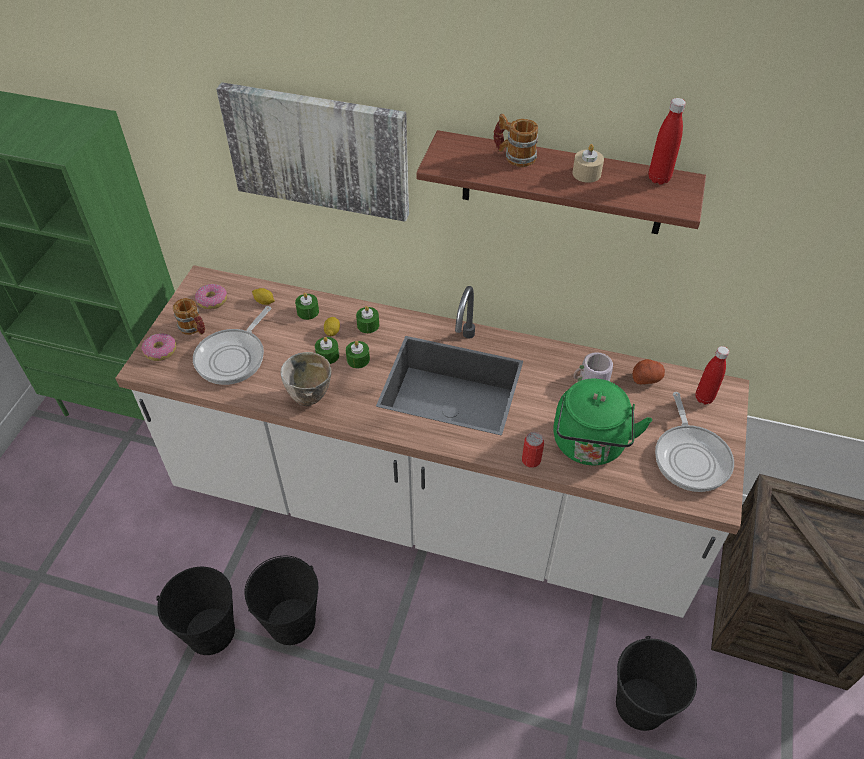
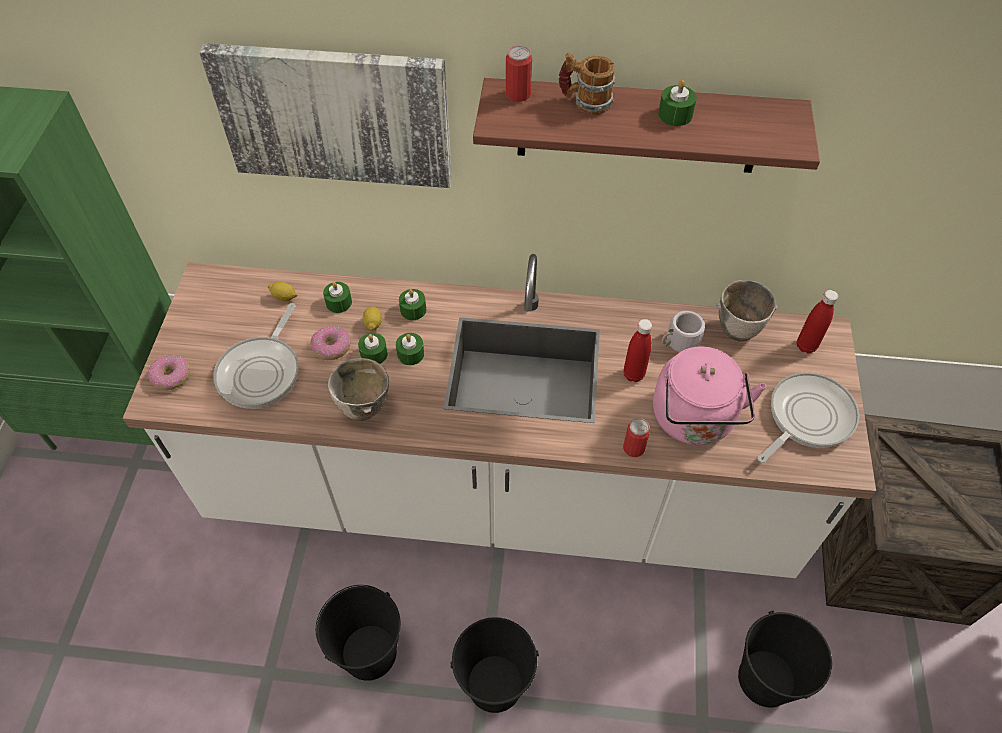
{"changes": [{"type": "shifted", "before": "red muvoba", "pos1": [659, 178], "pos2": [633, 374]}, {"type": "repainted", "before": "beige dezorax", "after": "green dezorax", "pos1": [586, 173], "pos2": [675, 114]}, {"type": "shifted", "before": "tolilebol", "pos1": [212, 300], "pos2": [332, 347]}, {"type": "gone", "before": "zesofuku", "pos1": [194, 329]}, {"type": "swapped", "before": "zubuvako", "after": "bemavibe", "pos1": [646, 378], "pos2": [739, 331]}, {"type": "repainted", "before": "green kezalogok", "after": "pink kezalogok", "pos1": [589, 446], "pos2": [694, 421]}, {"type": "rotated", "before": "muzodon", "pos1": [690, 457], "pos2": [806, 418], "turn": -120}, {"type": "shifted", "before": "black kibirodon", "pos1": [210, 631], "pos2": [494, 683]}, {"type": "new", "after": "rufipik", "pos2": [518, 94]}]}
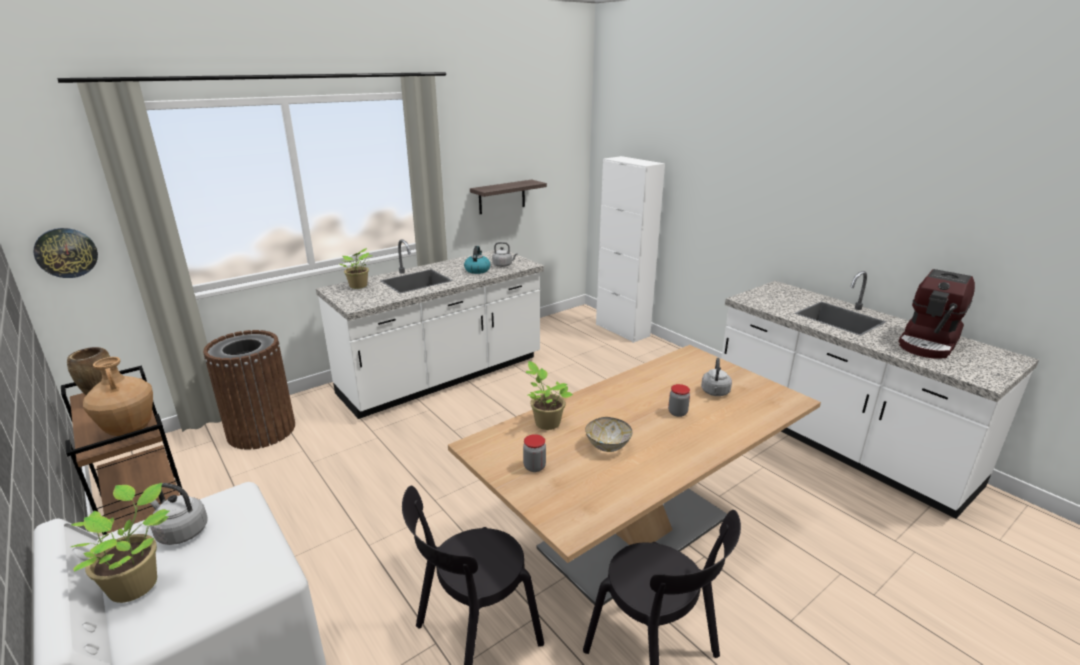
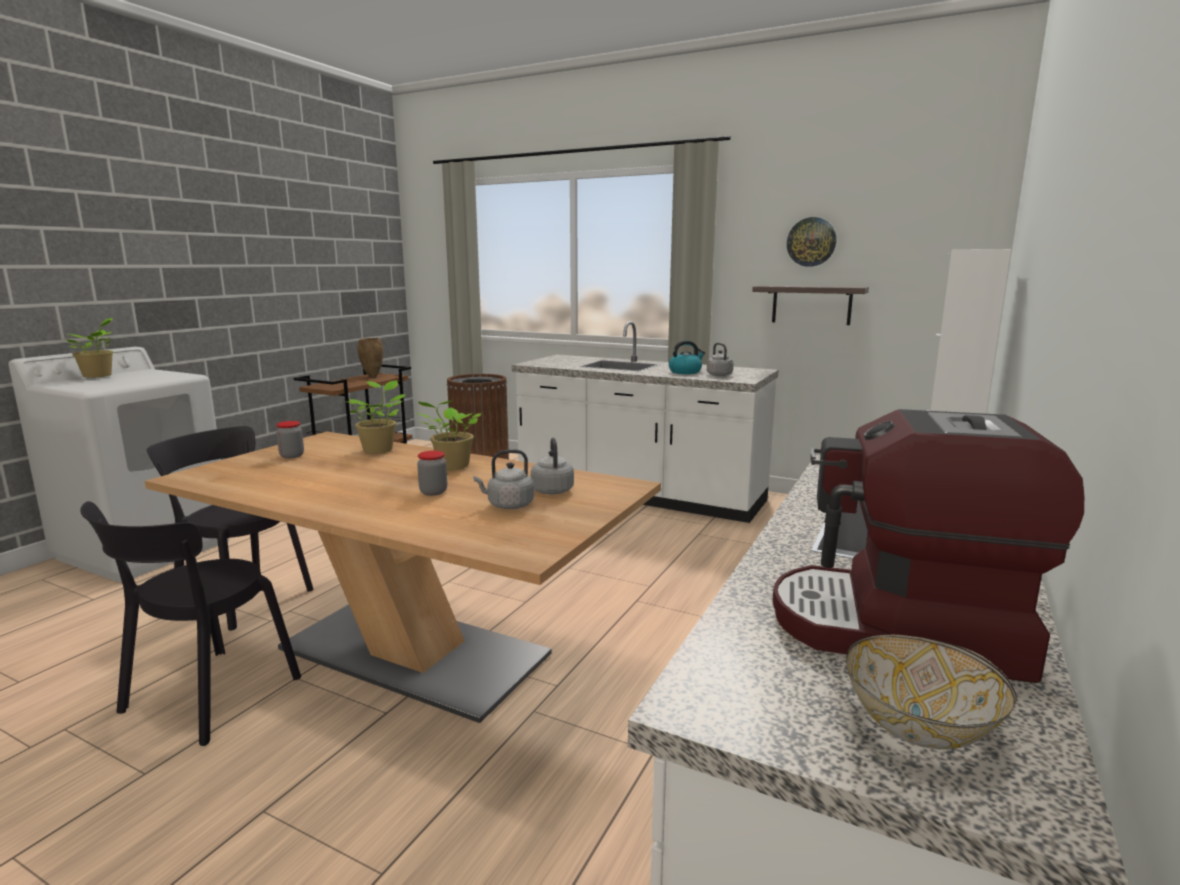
{"changes": [{"type": "shifted", "before": "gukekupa", "pos1": [66, 252], "pos2": [811, 242]}, {"type": "shifted", "before": "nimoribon", "pos1": [359, 286], "pos2": [451, 466]}, {"type": "gone", "before": "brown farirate", "pos1": [130, 430]}, {"type": "shifted", "before": "bemavibe", "pos1": [608, 446], "pos2": [921, 728]}, {"type": "shifted", "before": "grey kezalogok", "pos1": [180, 532], "pos2": [552, 490]}]}
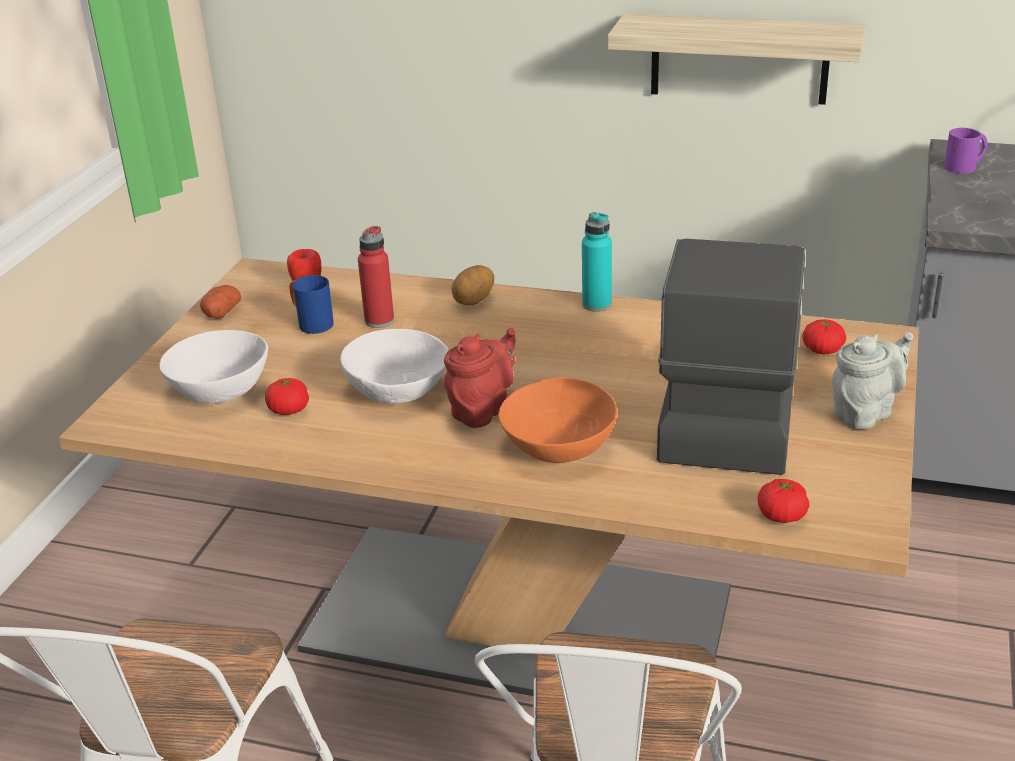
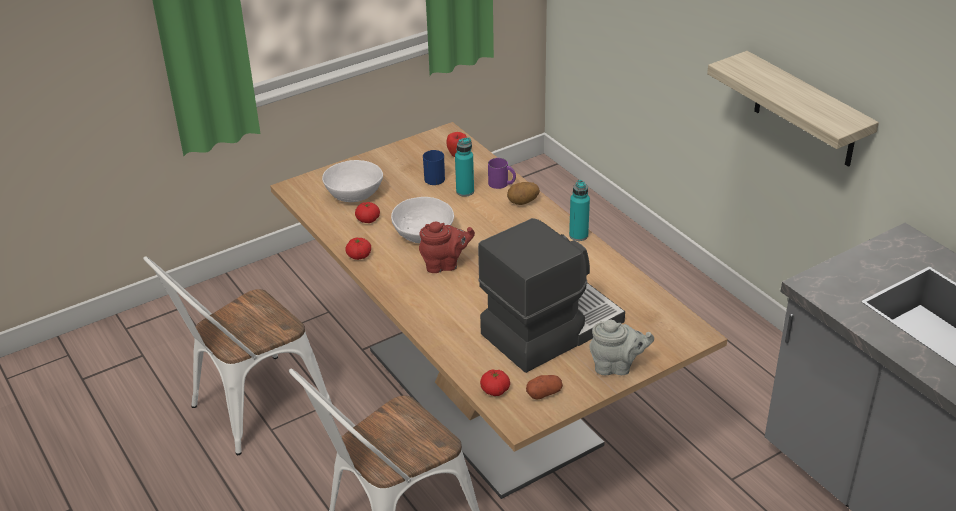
{"changes": [{"type": "shifted", "before": "purple zesofuku", "pos1": [965, 166], "pos2": [502, 184]}, {"type": "repainted", "before": "red muvoba", "after": "turquoise muvoba", "pos1": [379, 321], "pos2": [465, 191]}, {"type": "shifted", "before": "zubuvako", "pos1": [222, 312], "pos2": [544, 393]}, {"type": "shifted", "before": "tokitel", "pos1": [822, 350], "pos2": [359, 256]}, {"type": "gone", "before": "orange bemavibe", "pos1": [558, 447]}]}
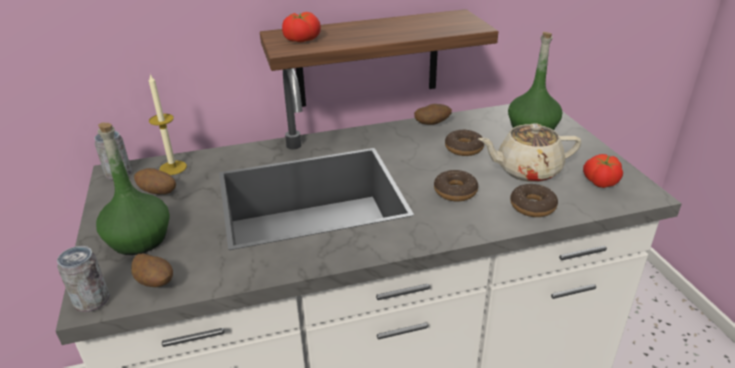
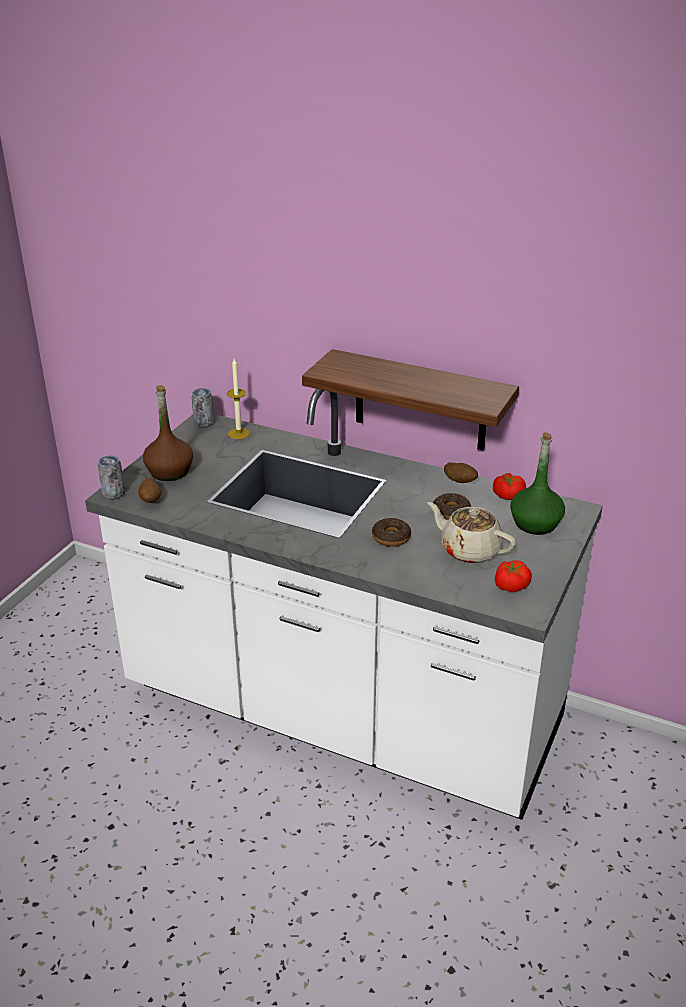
{"changes": [{"type": "shifted", "before": "tokitel", "pos1": [301, 39], "pos2": [508, 495]}, {"type": "repainted", "before": "green muvoba", "after": "brown muvoba", "pos1": [139, 239], "pos2": [170, 471]}, {"type": "gone", "before": "zubuvako", "pos1": [158, 193]}, {"type": "gone", "before": "tolilebol", "pos1": [532, 206]}]}
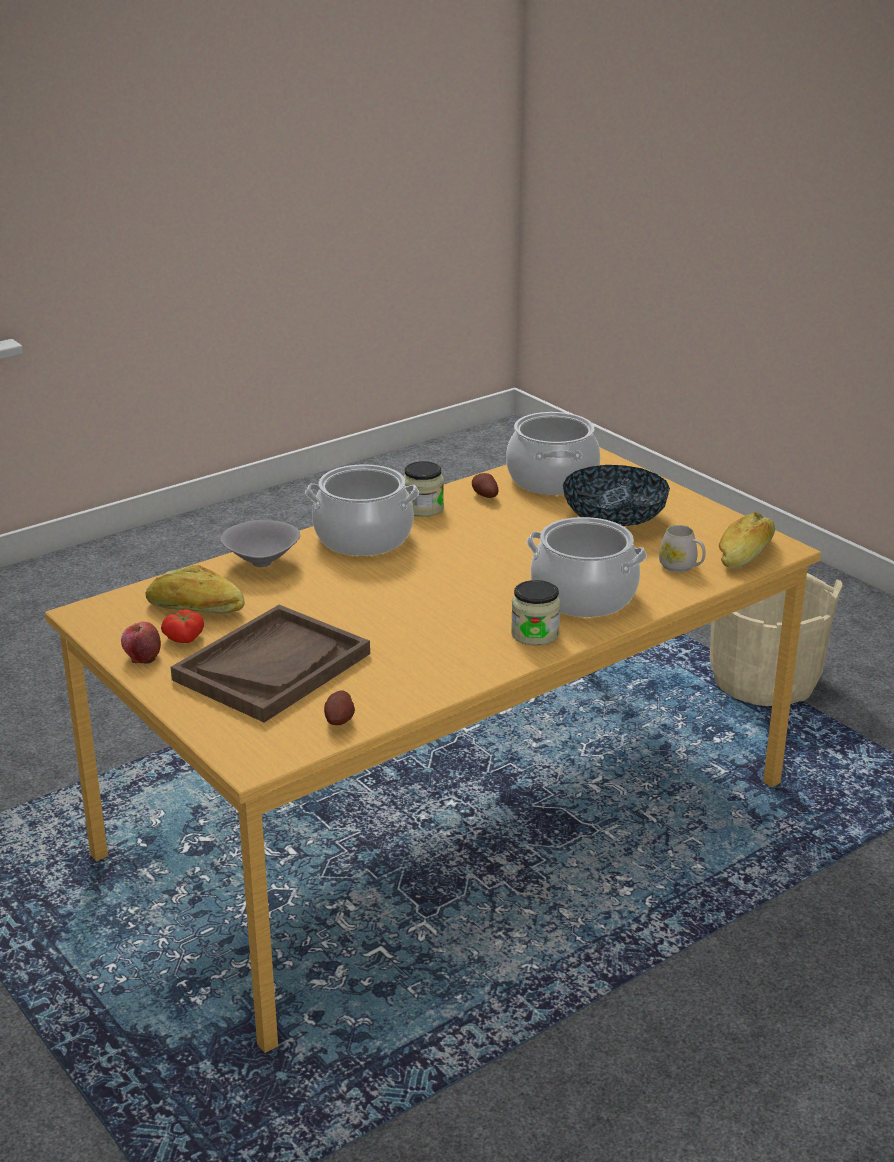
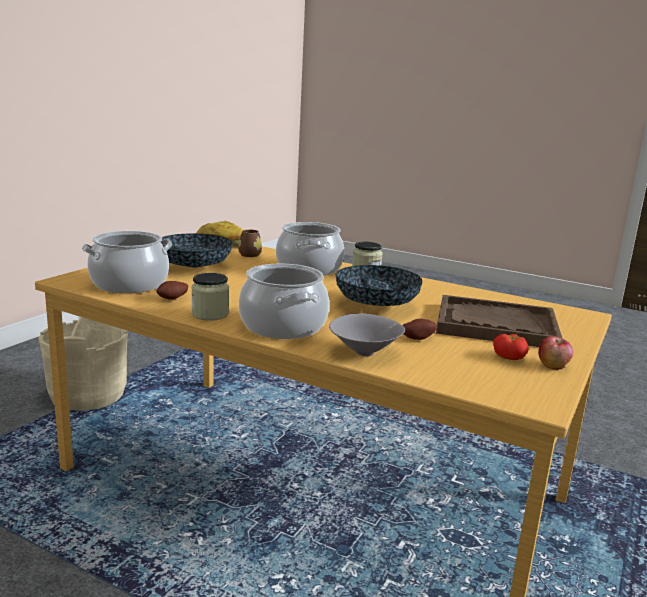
{"changes": [{"type": "repainted", "before": "white zesofuku", "after": "brown zesofuku", "pos1": [681, 567], "pos2": [251, 254]}, {"type": "gone", "before": "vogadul", "pos1": [196, 608]}, {"type": "shifted", "before": "zubuvako", "pos1": [340, 720], "pos2": [417, 338]}, {"type": "new", "after": "bemavibe", "pos2": [376, 305]}]}
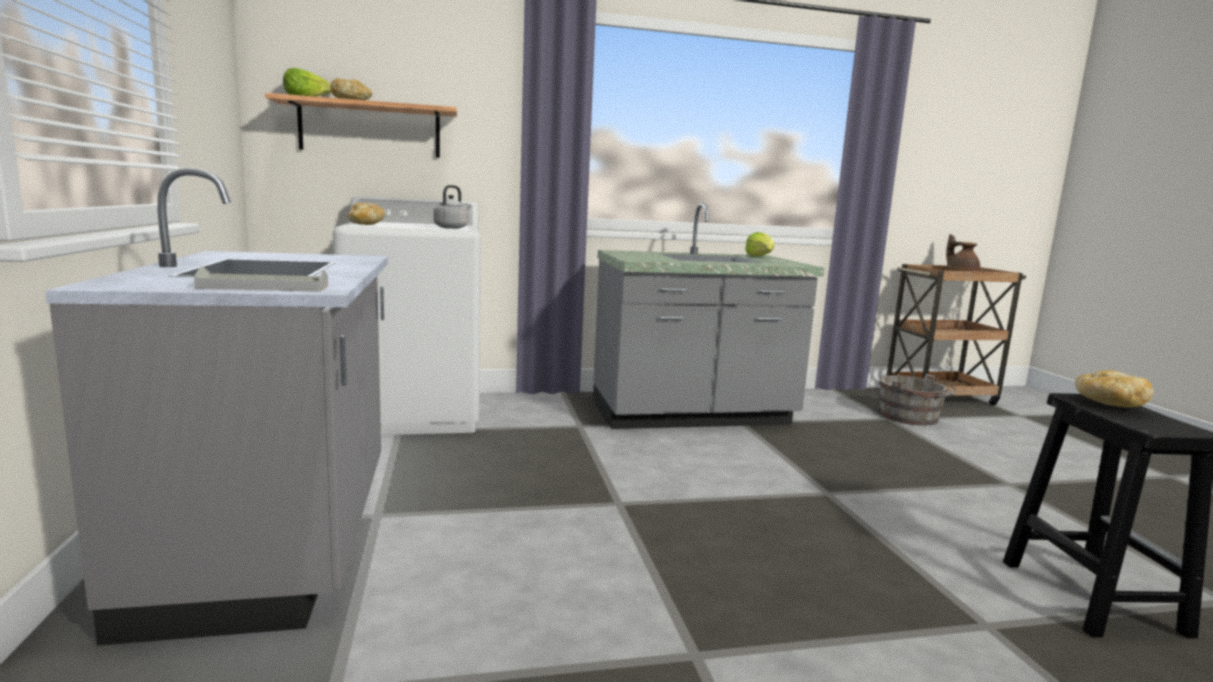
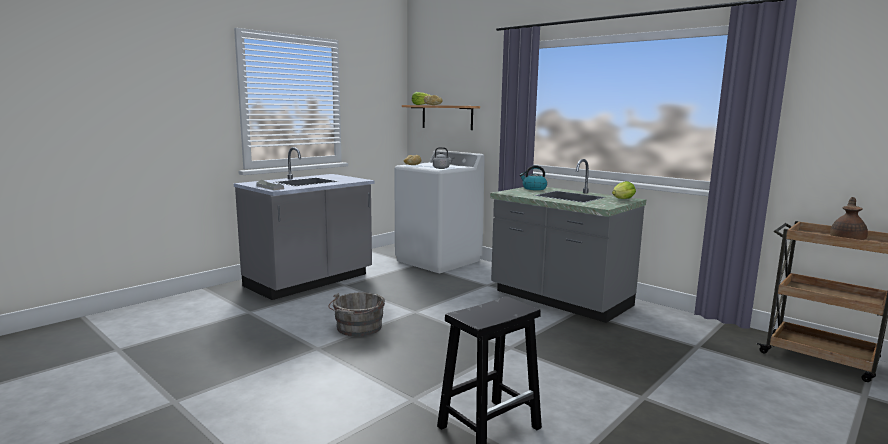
{"changes": [{"type": "gone", "before": "vogadul", "pos1": [1107, 403]}, {"type": "shifted", "before": "grey kibirodon", "pos1": [912, 417], "pos2": [358, 328]}, {"type": "new", "after": "kezalogok", "pos2": [534, 188]}]}
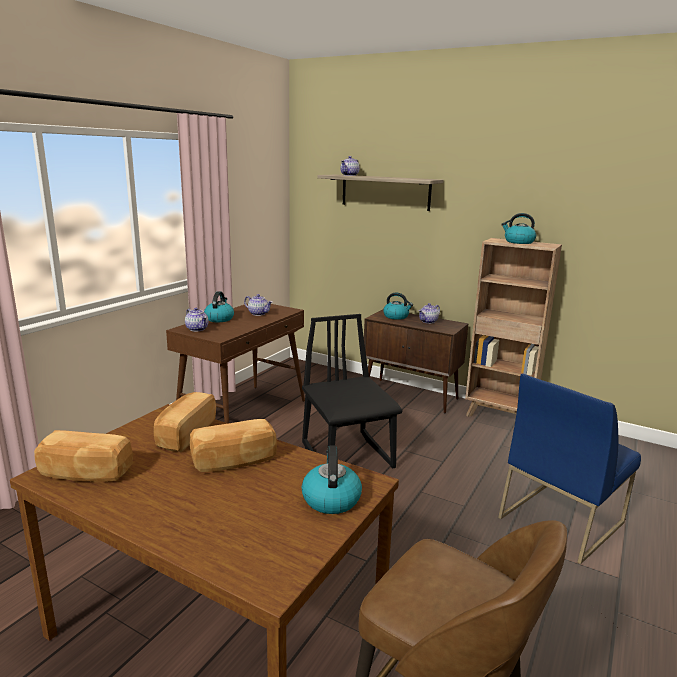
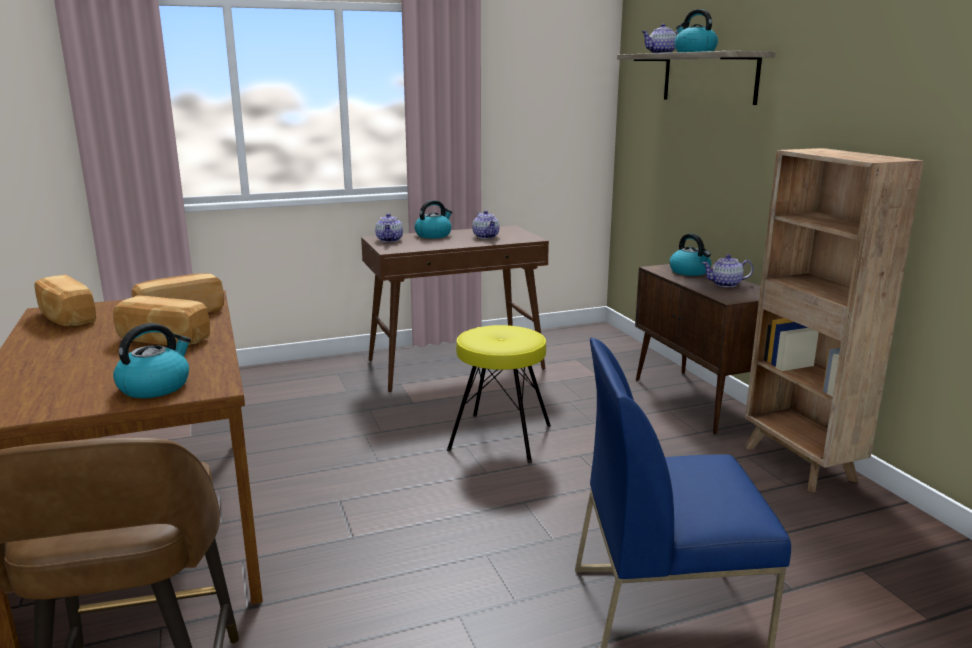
{"changes": [{"type": "shifted", "before": "kezalogok", "pos1": [518, 242], "pos2": [694, 52]}, {"type": "swapped", "before": "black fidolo", "after": "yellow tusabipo", "pos1": [348, 456], "pos2": [501, 437]}]}
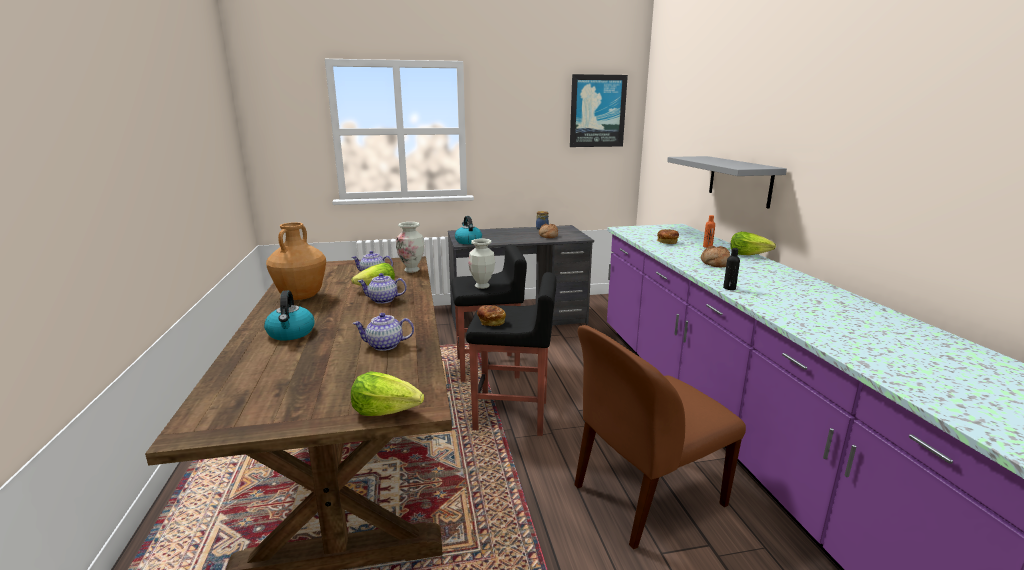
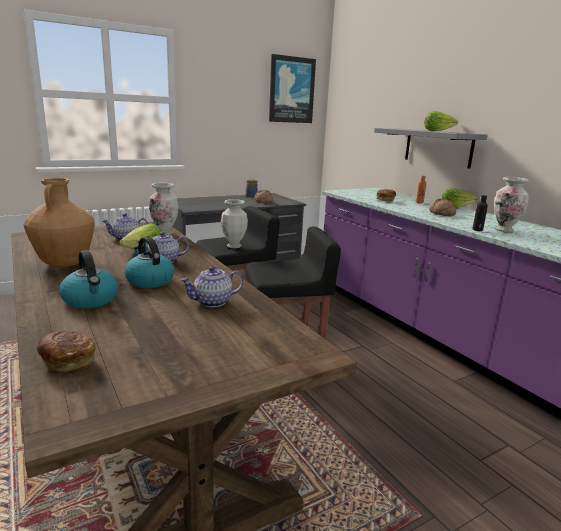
{"changes": [{"type": "shifted", "before": "kezalogok", "pos1": [468, 241], "pos2": [149, 281]}, {"type": "shifted", "before": "vogadul", "pos1": [491, 321], "pos2": [68, 361]}, {"type": "gone", "before": "brown fidolo", "pos1": [645, 496]}, {"type": "shifted", "before": "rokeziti", "pos1": [386, 411], "pos2": [437, 131]}, {"type": "new", "after": "farirate", "pos2": [505, 230]}]}
